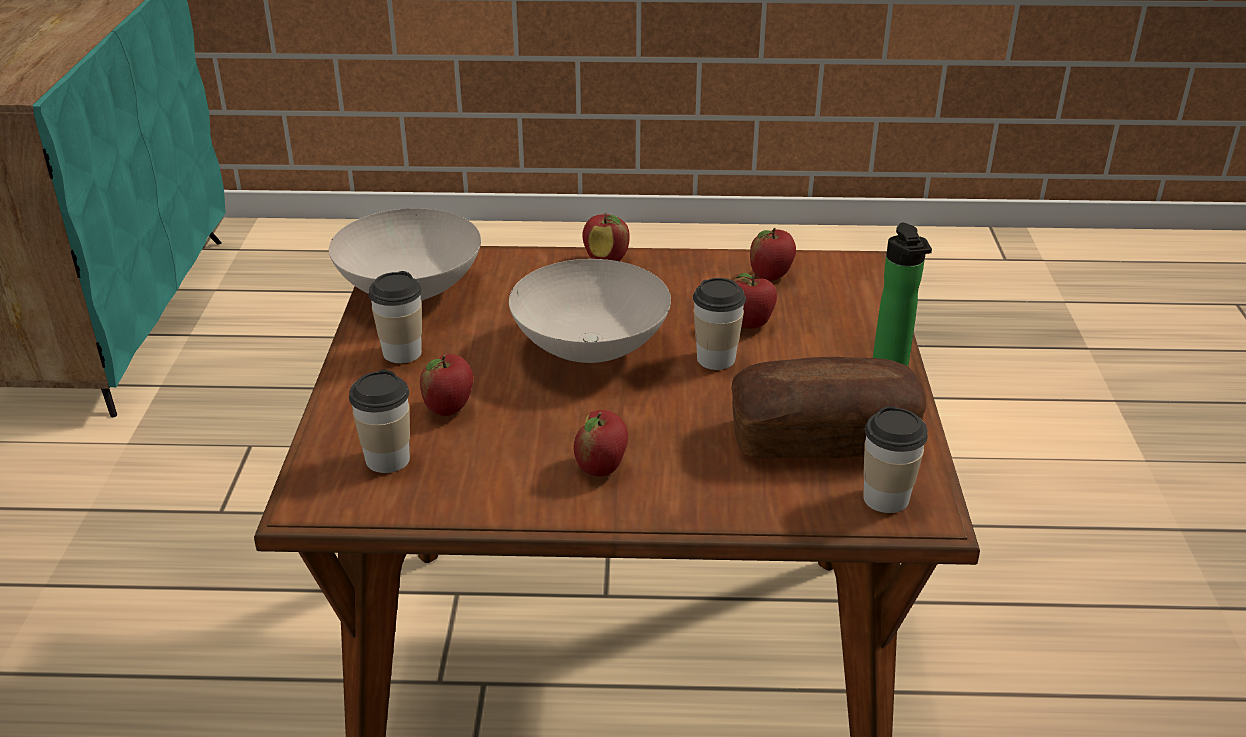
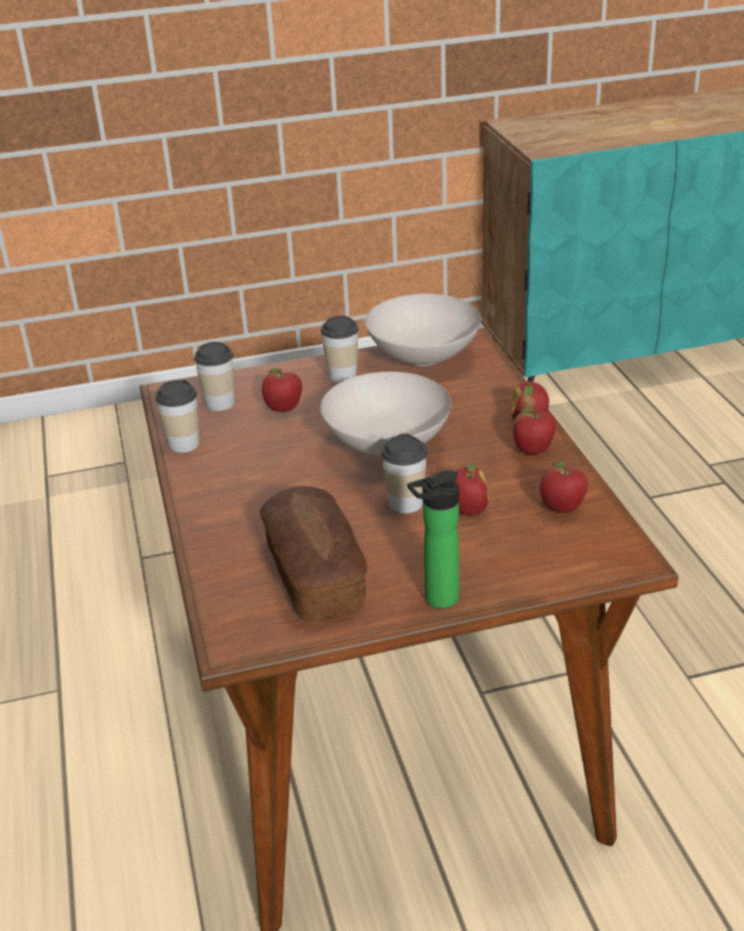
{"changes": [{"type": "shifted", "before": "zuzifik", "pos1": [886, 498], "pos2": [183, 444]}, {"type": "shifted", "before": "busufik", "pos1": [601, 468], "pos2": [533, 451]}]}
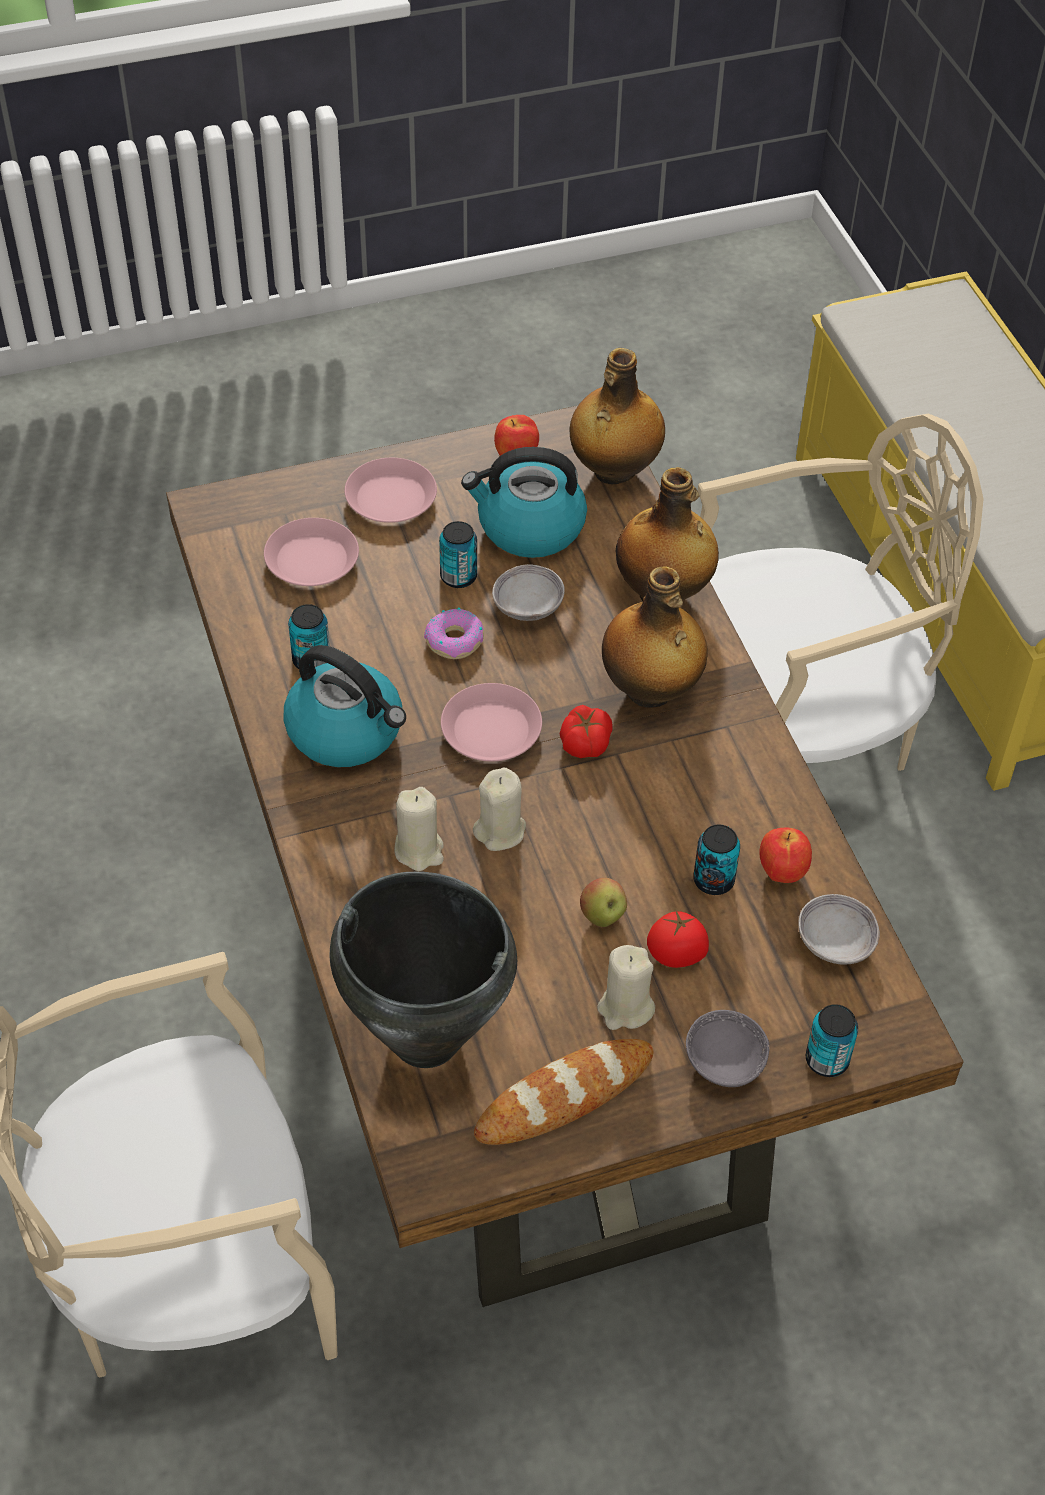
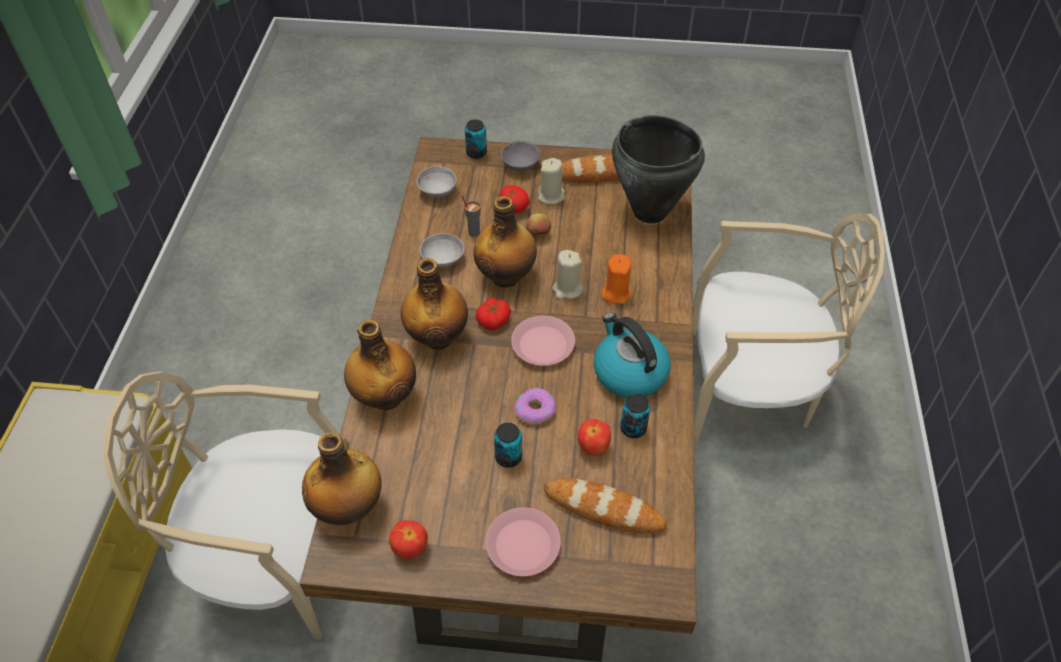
{"changes": [{"type": "gone", "before": "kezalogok", "pos1": [529, 527]}, {"type": "swapped", "before": "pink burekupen", "after": "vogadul", "pos1": [312, 560], "pos2": [604, 509]}, {"type": "shifted", "before": "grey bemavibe", "pos1": [528, 608], "pos2": [443, 259]}, {"type": "repainted", "before": "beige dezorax", "after": "orange dezorax", "pos1": [419, 850], "pos2": [615, 293]}, {"type": "swapped", "before": "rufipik", "after": "grey zuzifik", "pos1": [713, 880], "pos2": [473, 232]}, {"type": "shifted", "before": "busufik", "pos1": [781, 872], "pos2": [593, 448]}, {"type": "new", "after": "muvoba", "pos2": [506, 276]}]}
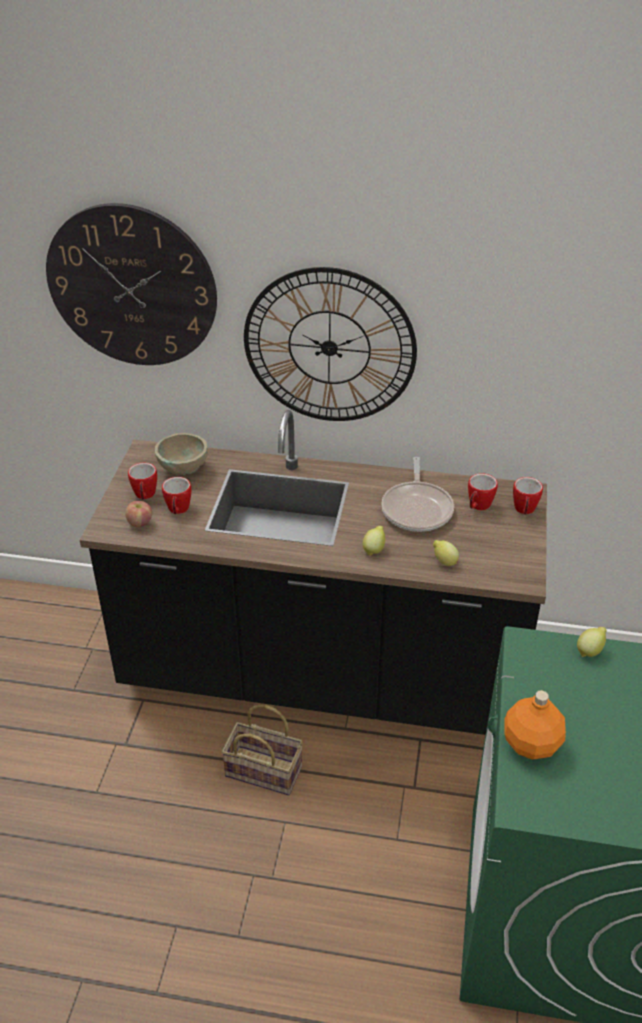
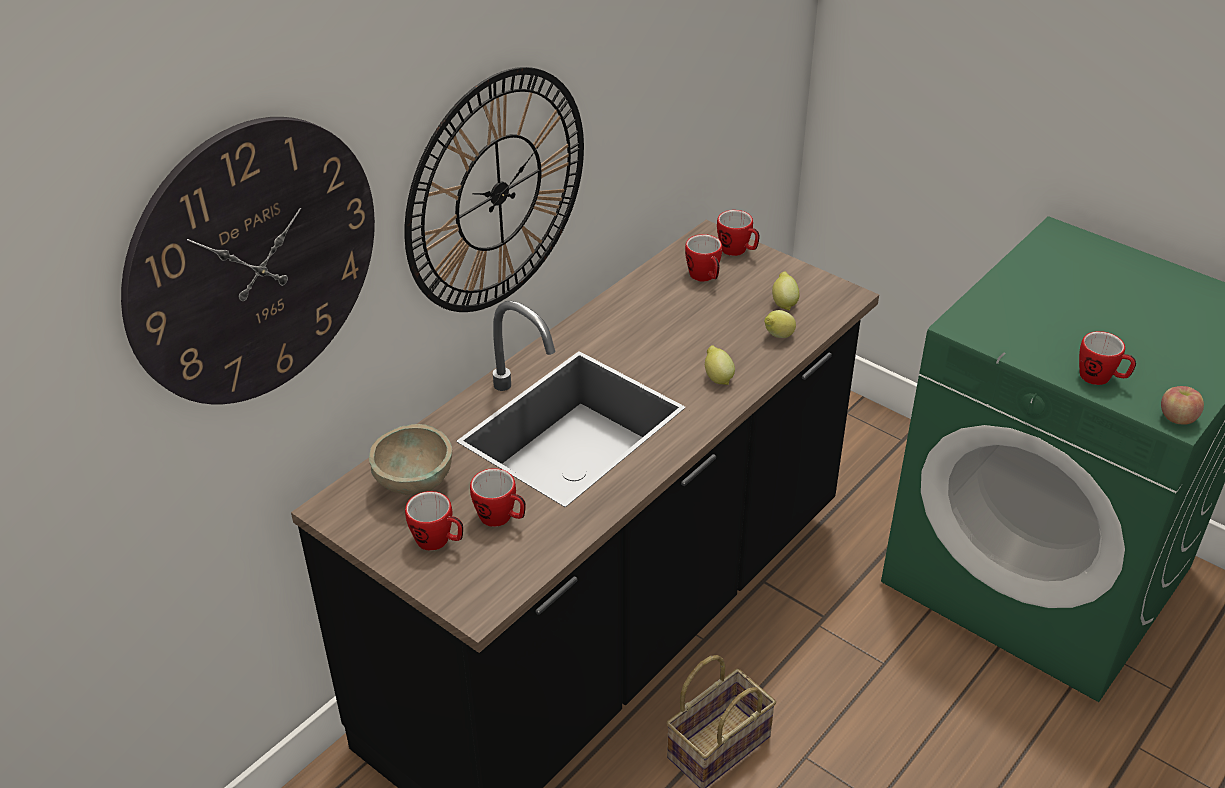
{"changes": [{"type": "gone", "before": "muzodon", "pos1": [417, 508]}, {"type": "shifted", "before": "busufik", "pos1": [140, 522], "pos2": [1177, 418]}, {"type": "shifted", "before": "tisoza", "pos1": [590, 651], "pos2": [784, 303]}, {"type": "swapped", "before": "orange muvoba", "after": "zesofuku", "pos1": [531, 744], "pos2": [1101, 378]}]}
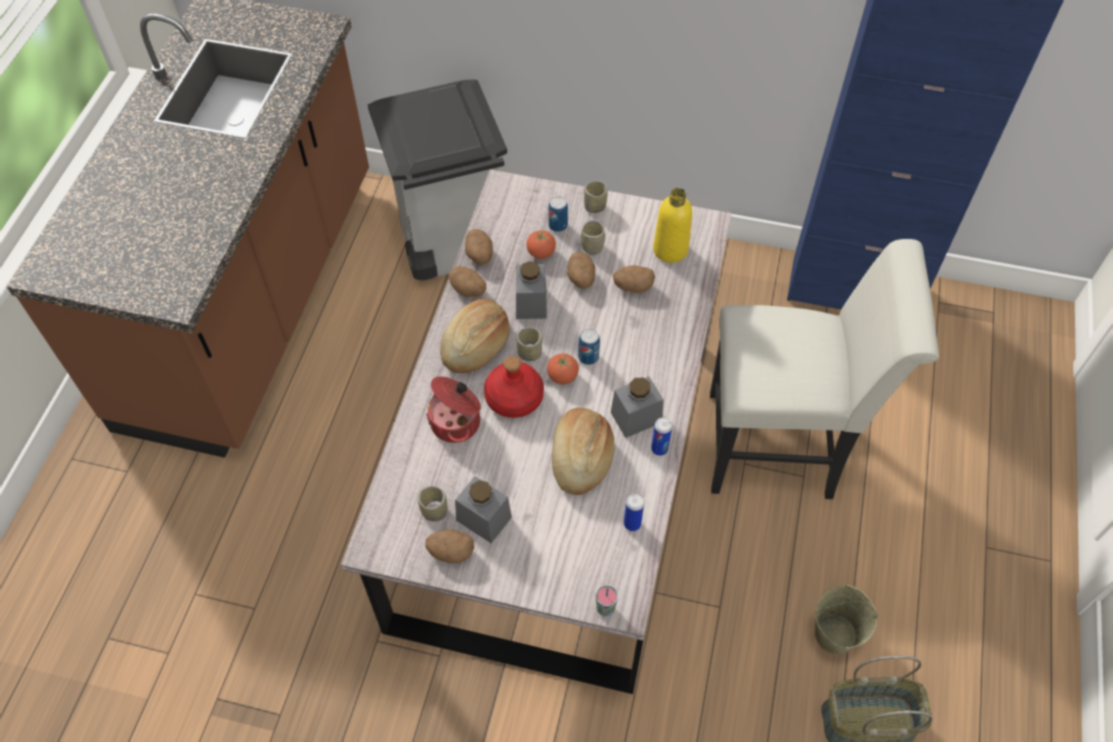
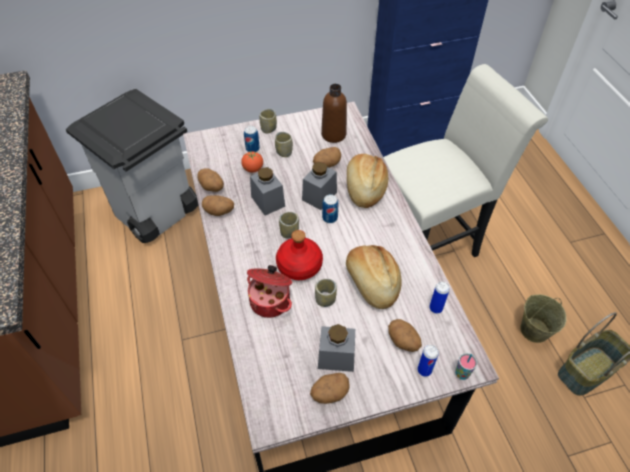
{"changes": [{"type": "repainted", "before": "yellow muvoba", "after": "brown muvoba", "pos1": [670, 249], "pos2": [333, 134]}, {"type": "shifted", "before": "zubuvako", "pos1": [581, 279], "pos2": [403, 341]}, {"type": "shifted", "before": "vogadul", "pos1": [476, 345], "pos2": [364, 188]}, {"type": "gone", "before": "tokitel", "pos1": [562, 376]}, {"type": "shifted", "before": "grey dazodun", "pos1": [636, 417], "pos2": [319, 196]}, {"type": "shifted", "before": "rufipik", "pos1": [659, 449], "pos2": [424, 370]}, {"type": "shifted", "before": "zuzifik", "pos1": [434, 511], "pos2": [325, 300]}]}
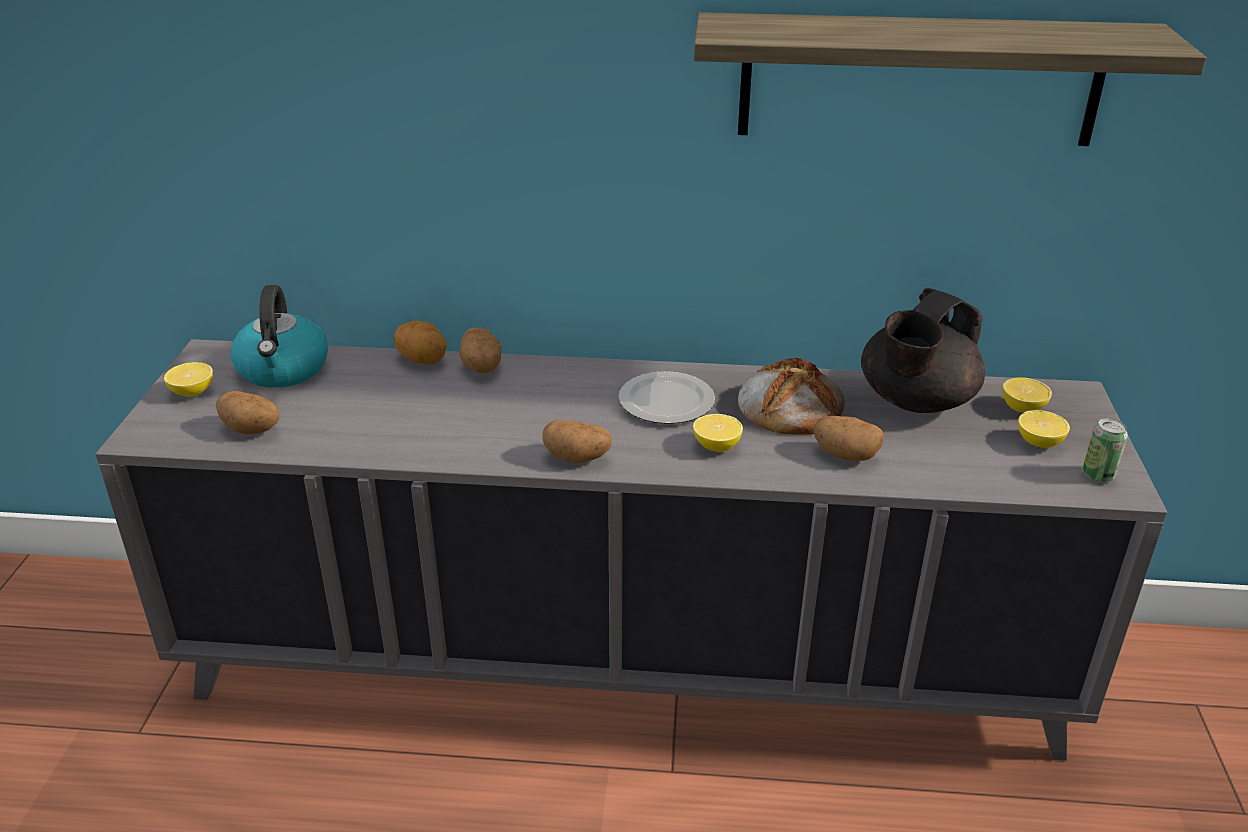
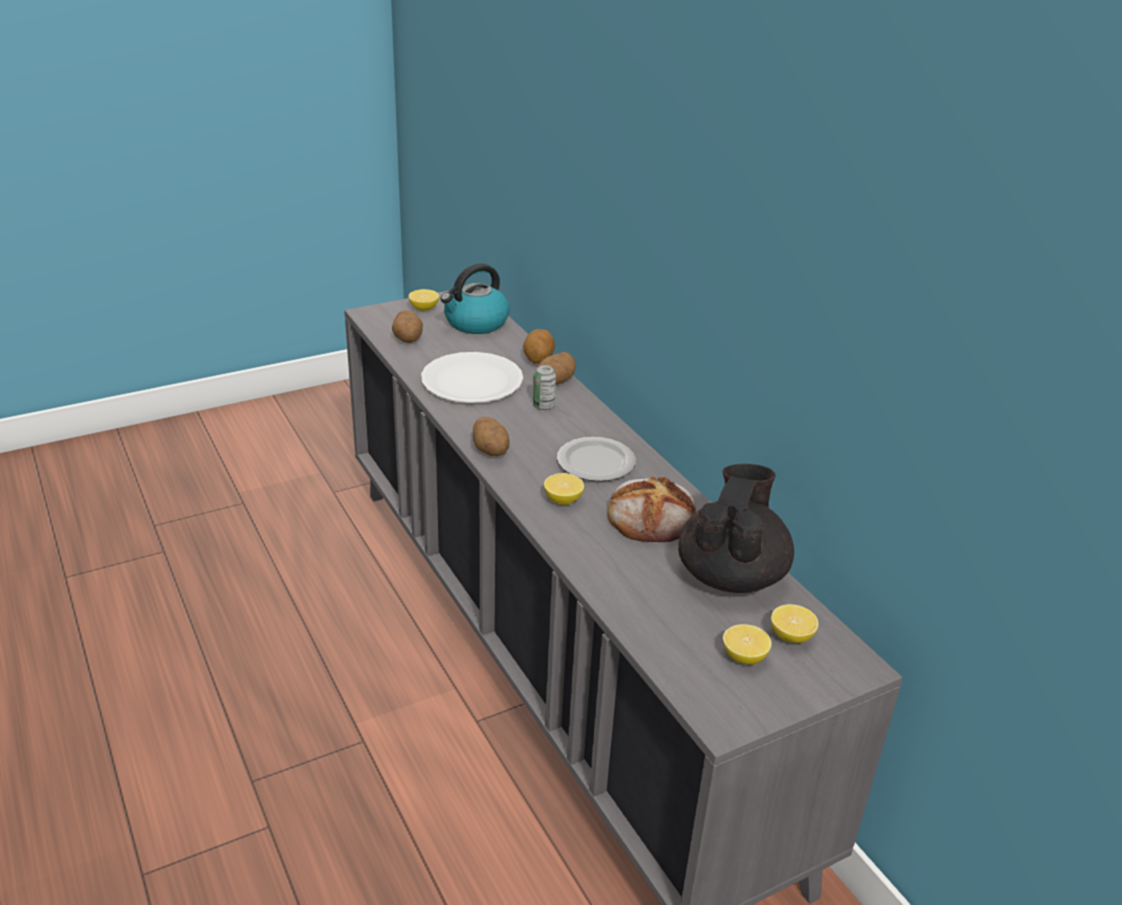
{"changes": [{"type": "gone", "before": "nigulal", "pos1": [919, 80]}, {"type": "rotated", "before": "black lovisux", "pos1": [915, 401], "pos2": [731, 575], "turn": 105}, {"type": "gone", "before": "zubuvako", "pos1": [845, 455]}, {"type": "shifted", "before": "rufipik", "pos1": [1098, 475], "pos2": [543, 405]}, {"type": "new", "after": "white burekupen", "pos2": [472, 381]}]}
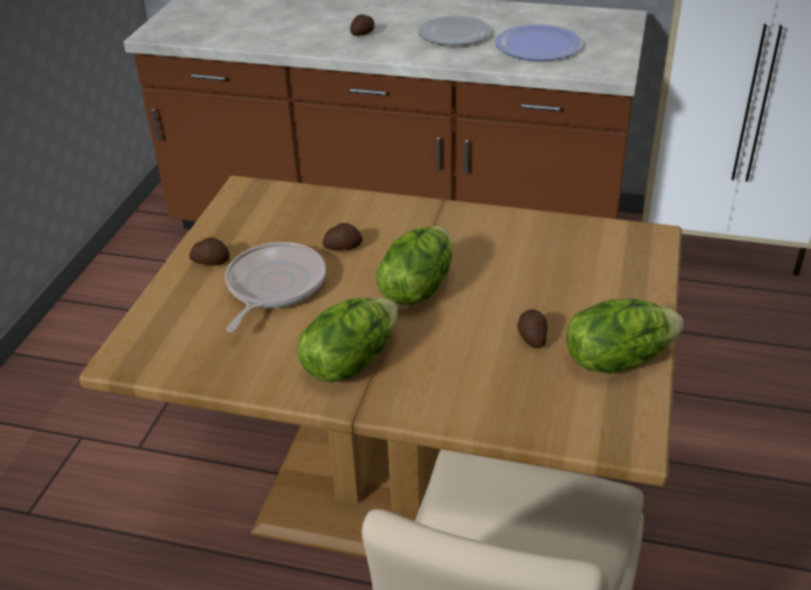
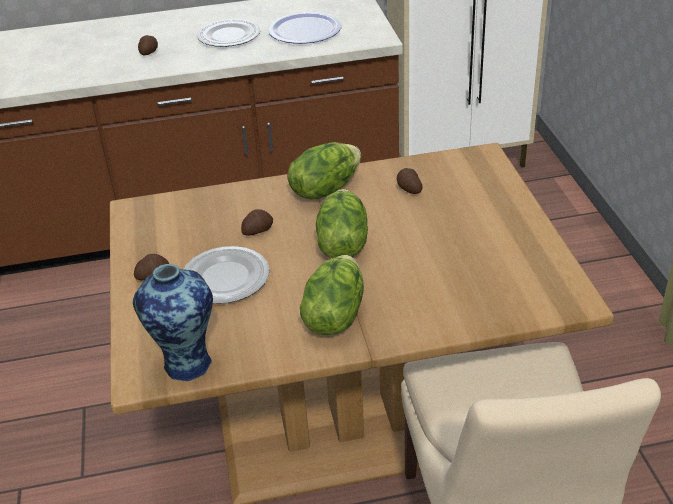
{"changes": [{"type": "swapped", "before": "muzodon", "after": "burekupen", "pos1": [273, 286], "pos2": [224, 278]}, {"type": "shifted", "before": "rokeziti", "pos1": [617, 359], "pos2": [325, 189]}, {"type": "shifted", "before": "zubuvako", "pos1": [532, 337], "pos2": [408, 189]}, {"type": "new", "after": "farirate", "pos2": [186, 363]}]}
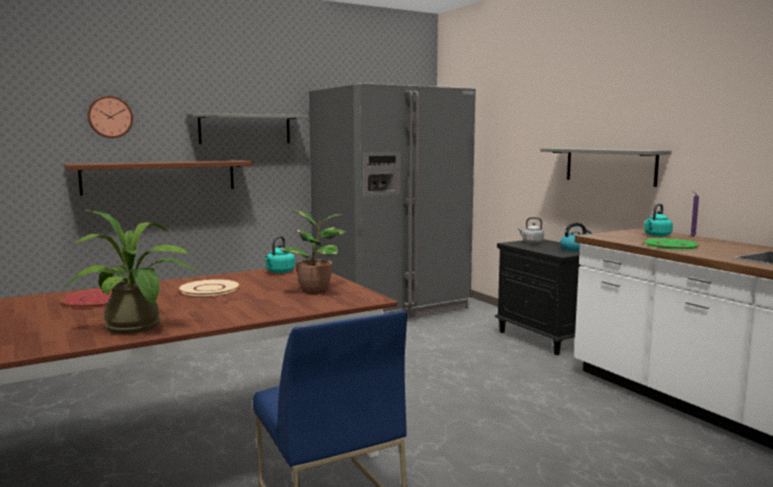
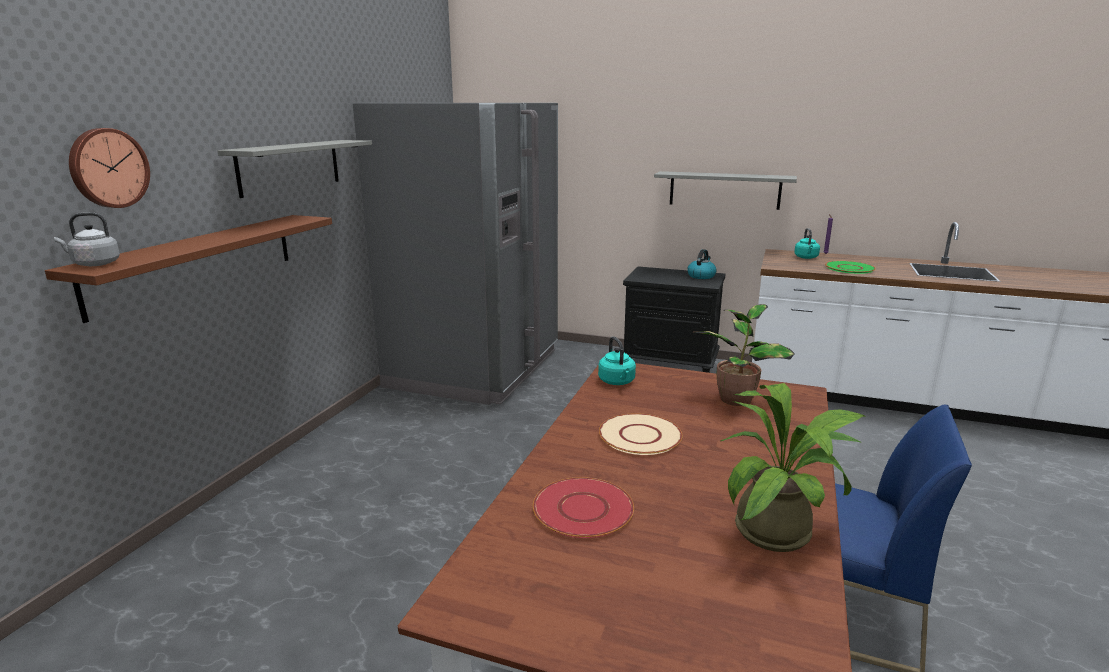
{"changes": [{"type": "shifted", "before": "grey kezalogok", "pos1": [531, 242], "pos2": [94, 264]}]}
